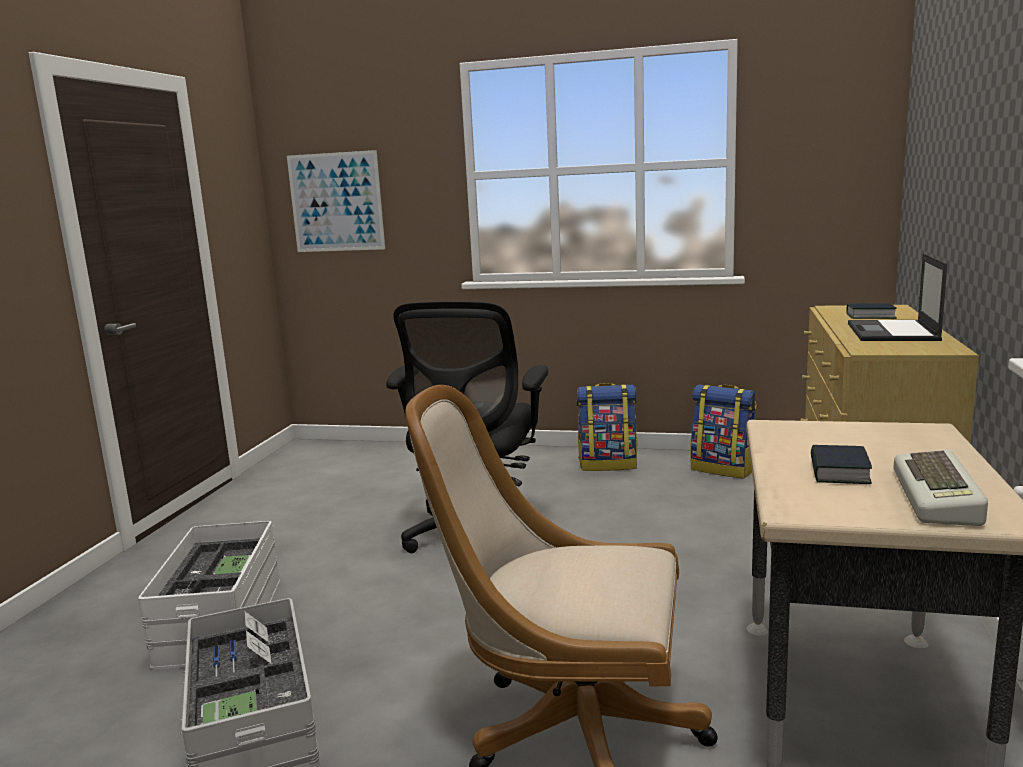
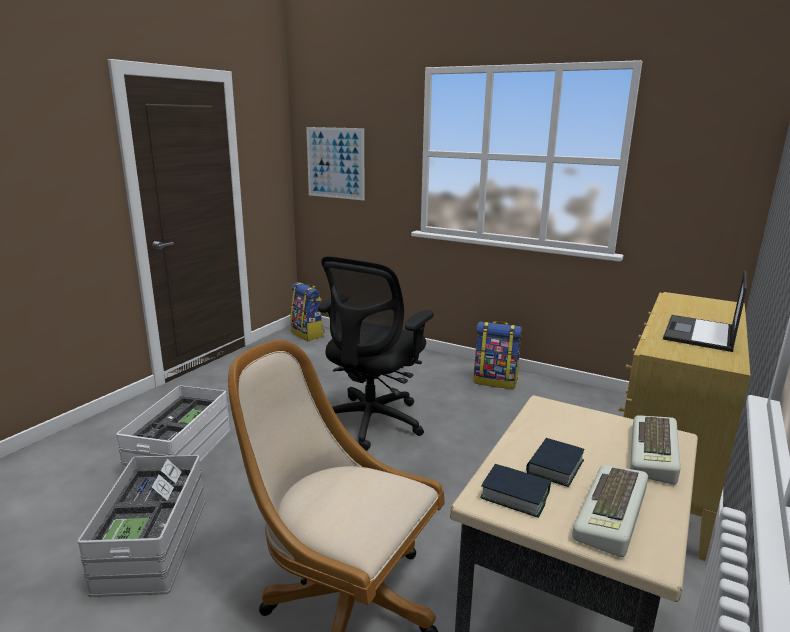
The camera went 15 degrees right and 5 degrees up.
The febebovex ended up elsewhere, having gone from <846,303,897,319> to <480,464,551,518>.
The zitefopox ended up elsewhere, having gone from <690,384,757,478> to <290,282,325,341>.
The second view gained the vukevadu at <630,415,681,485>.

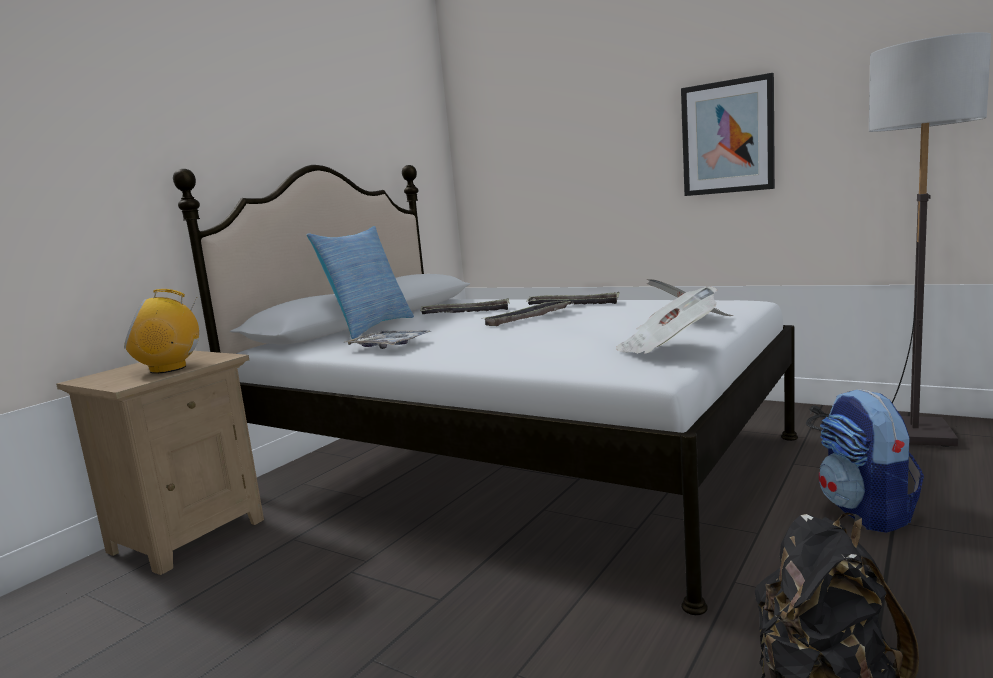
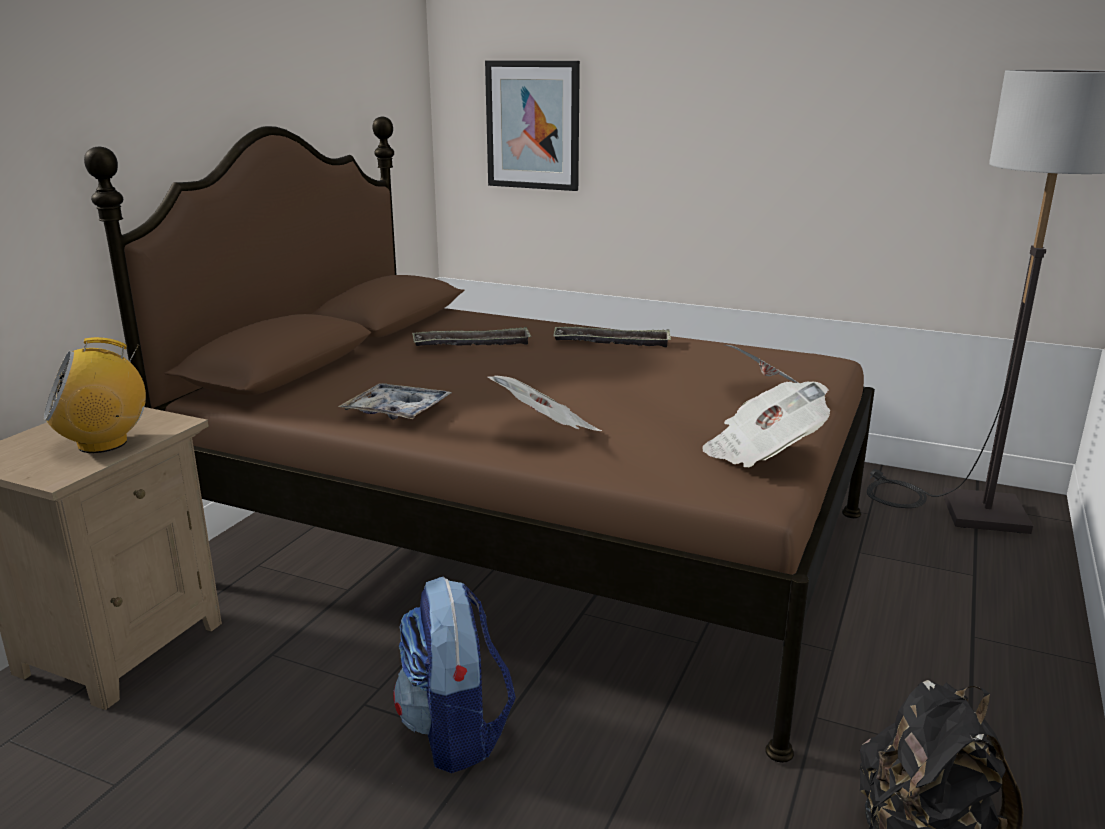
The camera went 10 degrees left and 10 degrees up.
The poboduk ended up elsewhere, having gone from <681,73,775,196> to <485,60,580,191>.
What was the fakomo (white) at <173,165,798,615> turned into the fakomo (brown) at <84,117,875,763>.
The second view lost the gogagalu at <307,226,414,339>.
The second view lost the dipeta at <485,300,573,326>.
The zitefopox ended up elsewhere, having gone from <819,389,924,533> to <393,576,516,773>.
The second view gained the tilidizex at <487,375,602,431>.

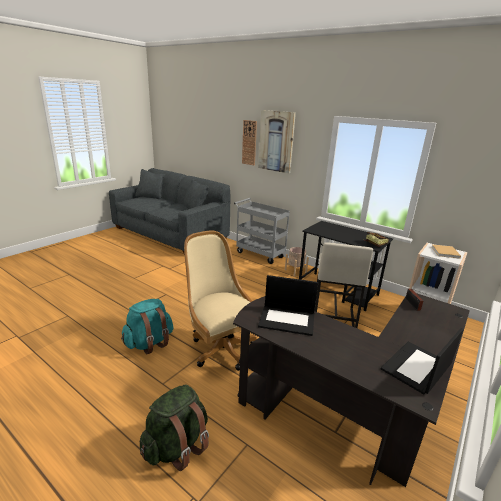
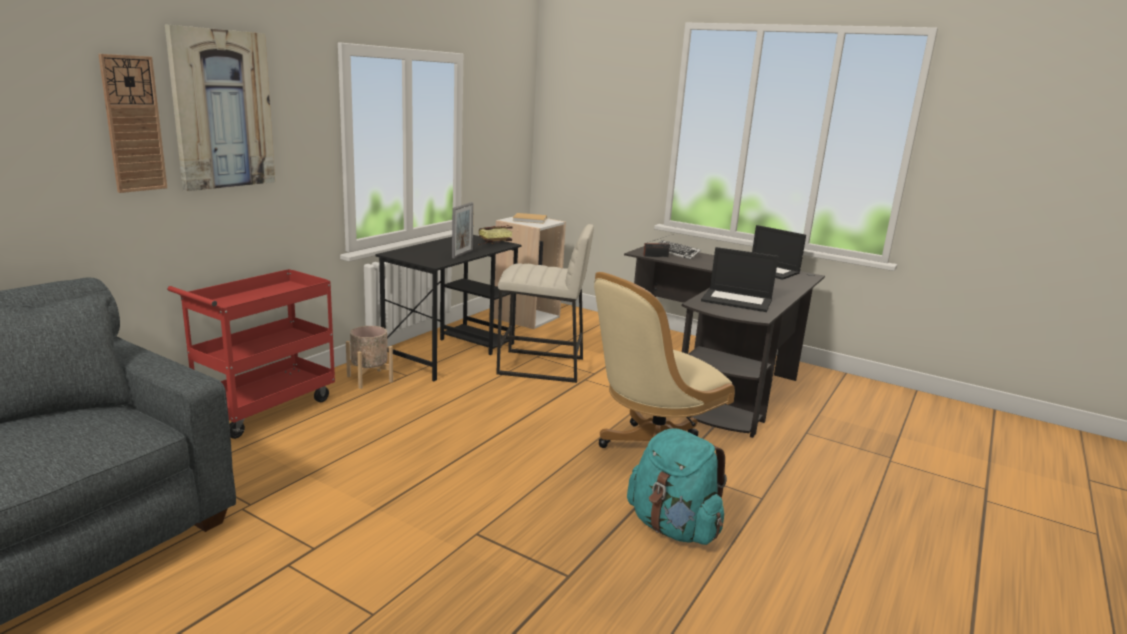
The camera went 95 degrees left and 5 degrees down.
What was the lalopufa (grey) at <234,198,290,264> turned into the lalopufa (red) at <167,269,335,439>.
The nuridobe at <258,275,318,336> ended up facing another way, 105 degrees clockwise from before.
The second view lost the zitefopox (green) at <140,384,209,471>.
The second view gained the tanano at <452,202,474,258>.
The second view gained the vukevadu at <659,240,701,260>.

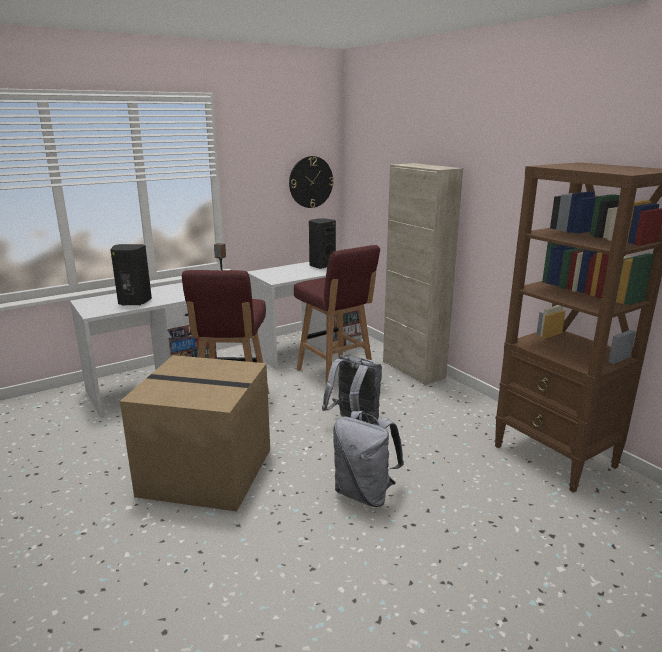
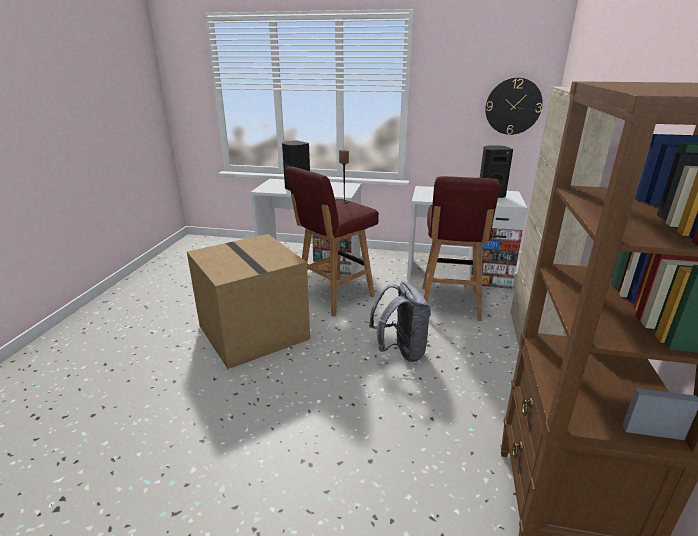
The camera went 45 degrees right and 5 degrees up.
The second view lost the zitefopox (grey) at <333,411,404,507>.

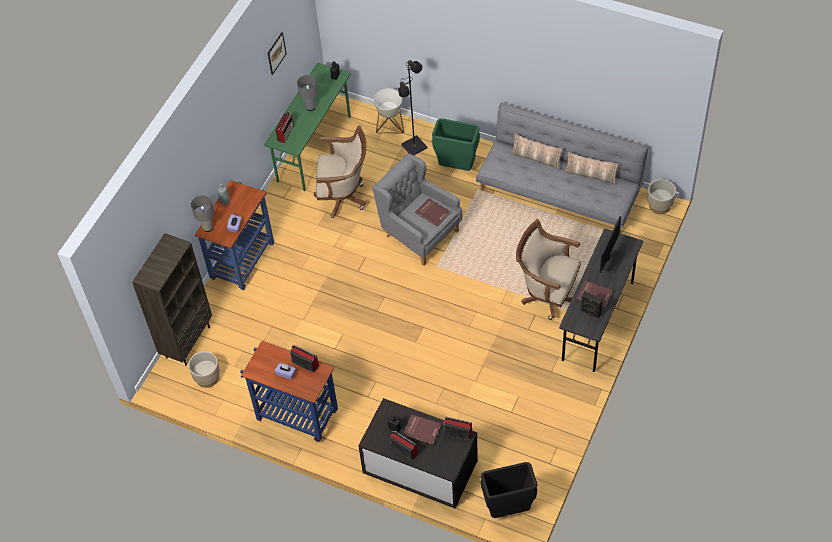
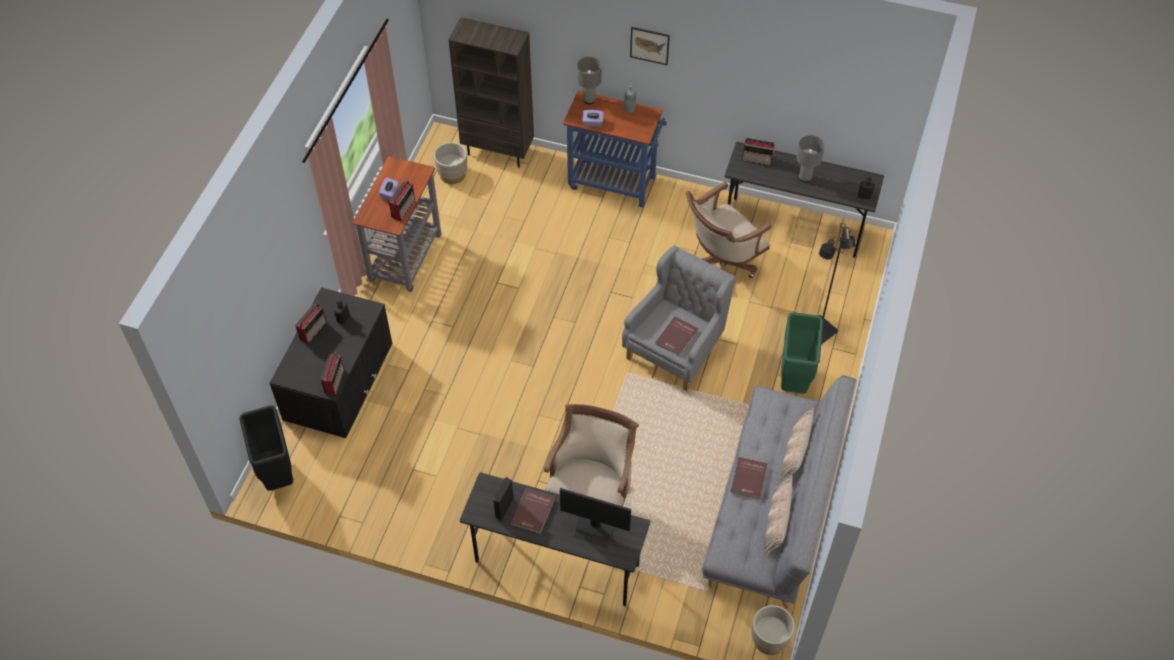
The camera went 80 degrees right and 0 degrees up.
The poboduk ended up elsewhere, having gone from <268,32,287,75> to <630,27,670,65>.
What was the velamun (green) at <264,63,351,191> turned into the velamun (grey) at <725,142,884,258>.
The second view lost the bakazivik at <374,88,404,133>.
The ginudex at <313,125,366,218> ended up facing another way, 60 degrees clockwise from before.
What was the lalopufa (blue) at <240,341,338,442> turned into the lalopufa (grey) at <352,156,441,292>.
The febebovex (red) ended up elsewhere, having gone from <403,415,441,445> to <730,457,767,499>.

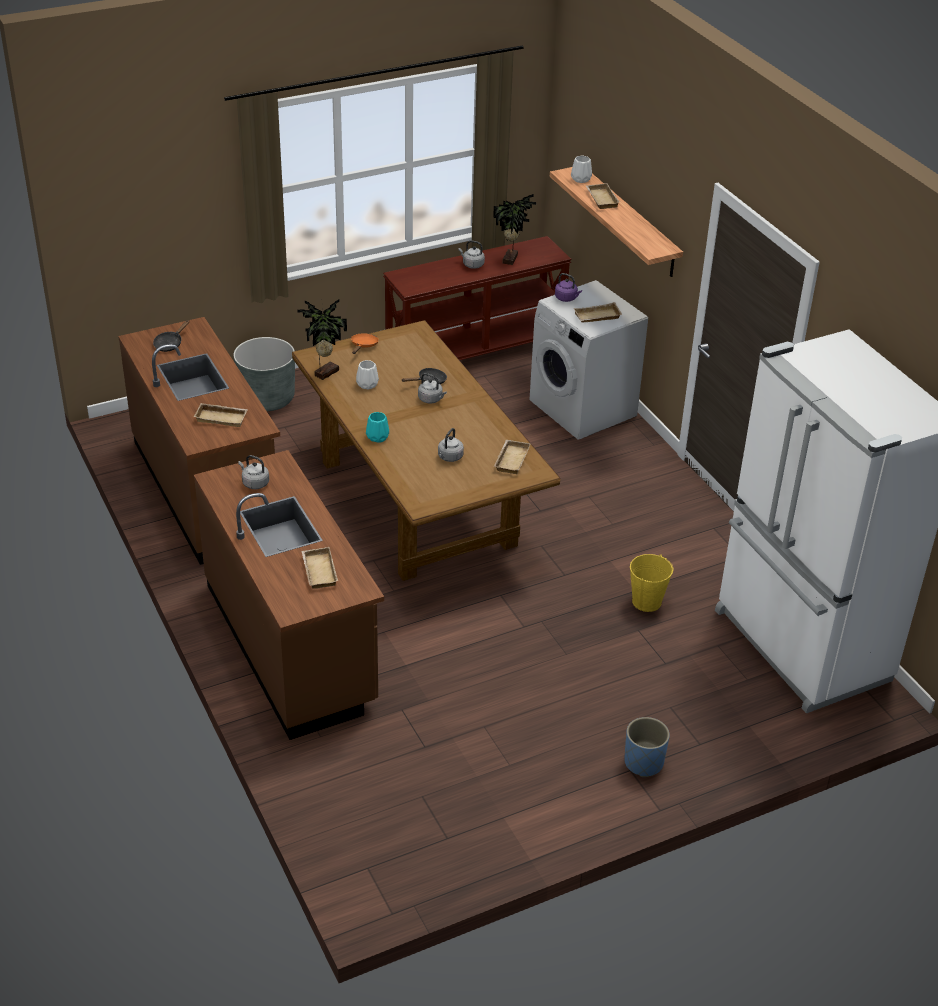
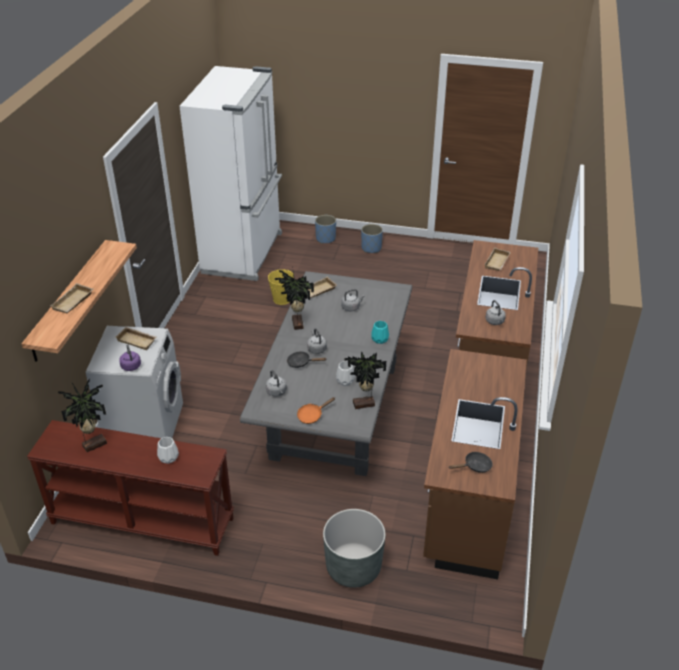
The camera went 140 degrees left and 0 degrees up.
The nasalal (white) ended up elsewhere, having gone from <571,156,592,183> to <157,437,179,464>.
The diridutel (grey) ended up elsewhere, having gone from <459,240,485,269> to <266,370,287,396>.
What was the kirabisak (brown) at <292,320,560,581> turned into the kirabisak (grey) at <240,271,412,476>.
The second view lost the dipeta (beige) at <194,403,248,427>.
The second view gained the bakazivik (blue) at <315,215,336,244>.
The second view gained the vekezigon at <275,267,314,330>.

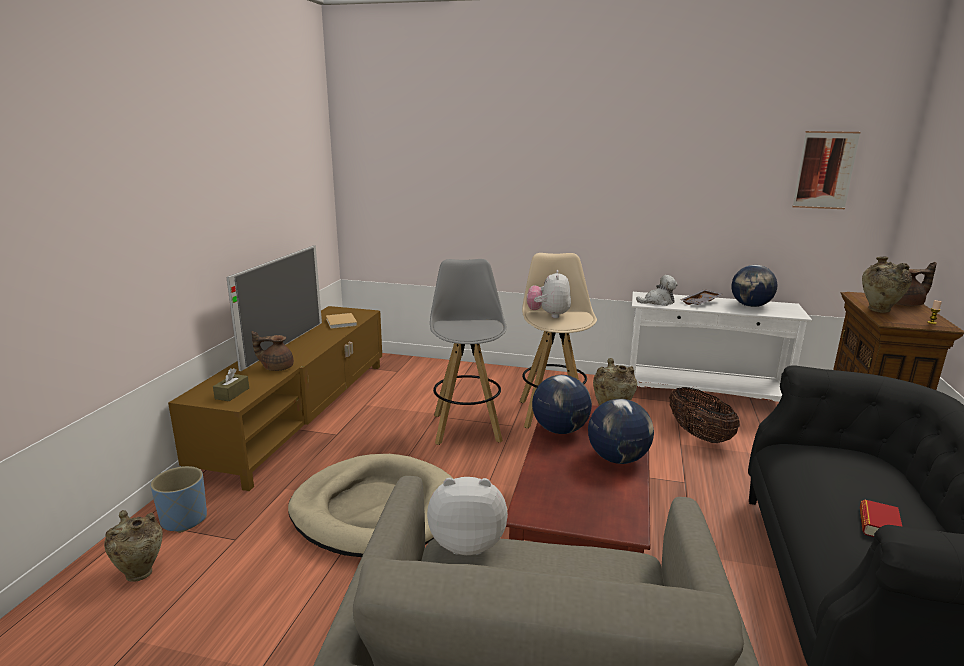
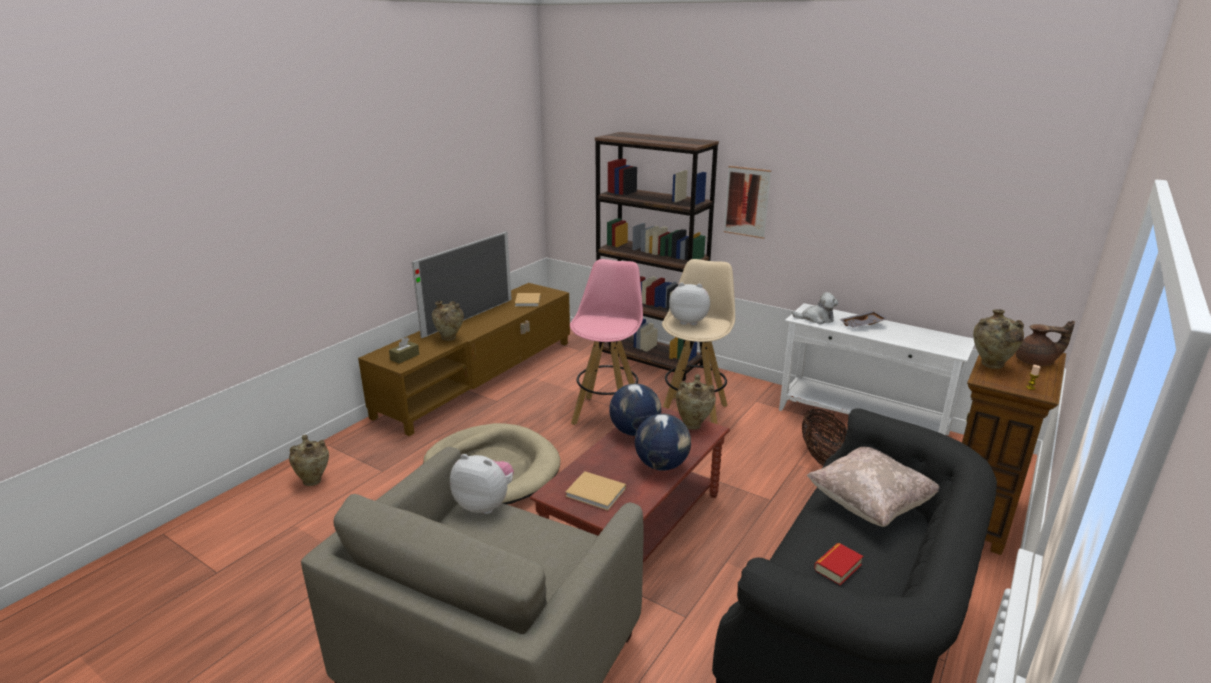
The camera went 20 degrees right and 5 degrees up.
The poboduk ended up elsewhere, having gone from <792,131,861,209> to <724,166,771,239>.
What was the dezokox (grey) at <430,259,507,445> turned into the dezokox (pink) at <570,259,643,425>.
The second view lost the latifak at <732,265,777,307>.
The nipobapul at <527,270,571,318> ended up facing another way, 75 degrees clockwise from before.
Where the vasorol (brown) stood at <252,331,294,371>, the nasalal (beige) came to stand at <432,301,464,341>.
The second view lost the bakazivik (blue) at <150,466,207,533>.
The second view gained the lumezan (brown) at <595,132,719,381>.
The second view gained the gogagalu (beige) at <807,447,939,527>.
The second view gained the febebovex (beige) at <565,471,626,511>.

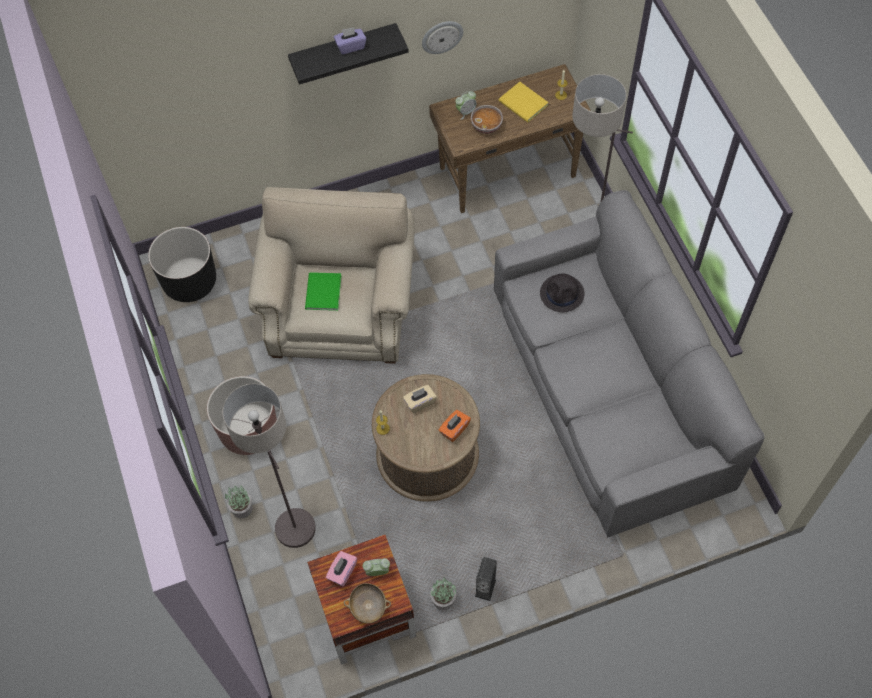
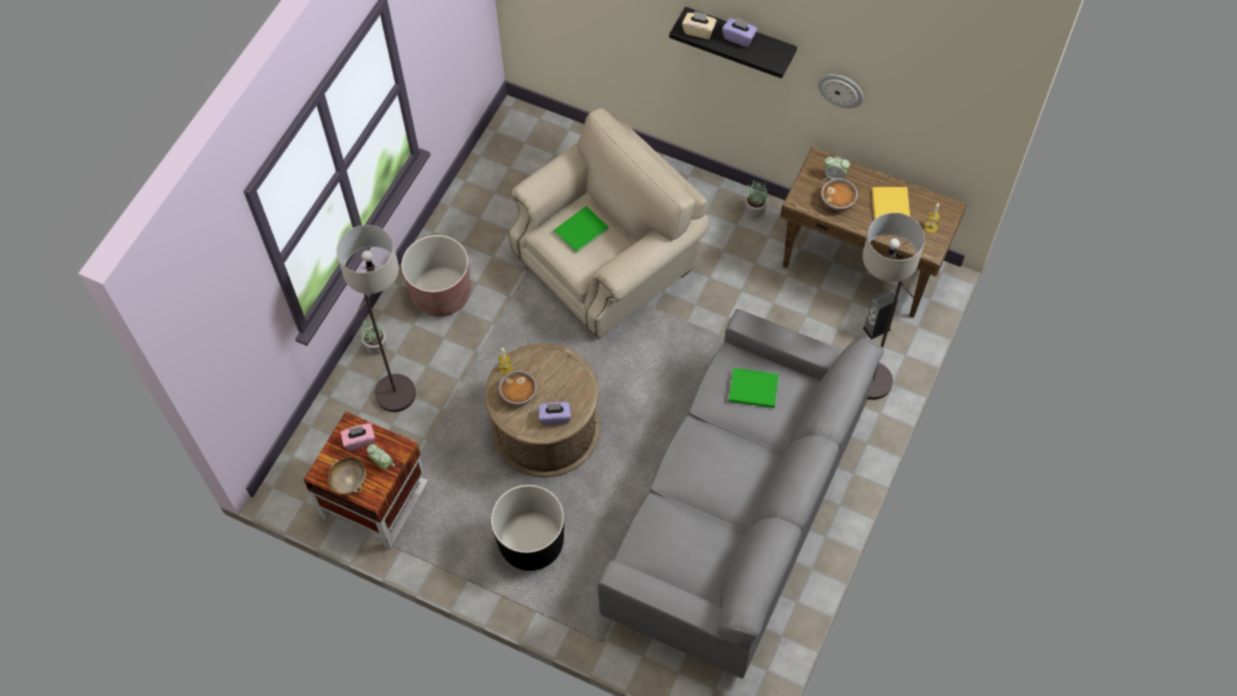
The camera went 45 degrees right and 0 degrees up.
The bakazivik (black) ended up elsewhere, having gone from <148,227,216,302> to <491,485,564,571>.
Where the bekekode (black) stood at <540,274,584,312>, the febebovex (green) came to stand at <729,368,779,408>.
The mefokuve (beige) ended up elsewhere, having gone from <403,385,437,413> to <682,11,717,39>.
What was the mefokuve (orange) at <439,410,471,442> turned into the mefokuve (purple) at <539,402,571,425>.
The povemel ended up elsewhere, having gone from <475,557,497,601> to <863,290,898,340>.
The vekezigon ended up elsewhere, having gone from <430,578,456,610> to <745,179,769,218>.
The second view gained the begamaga at <499,371,537,406>.

